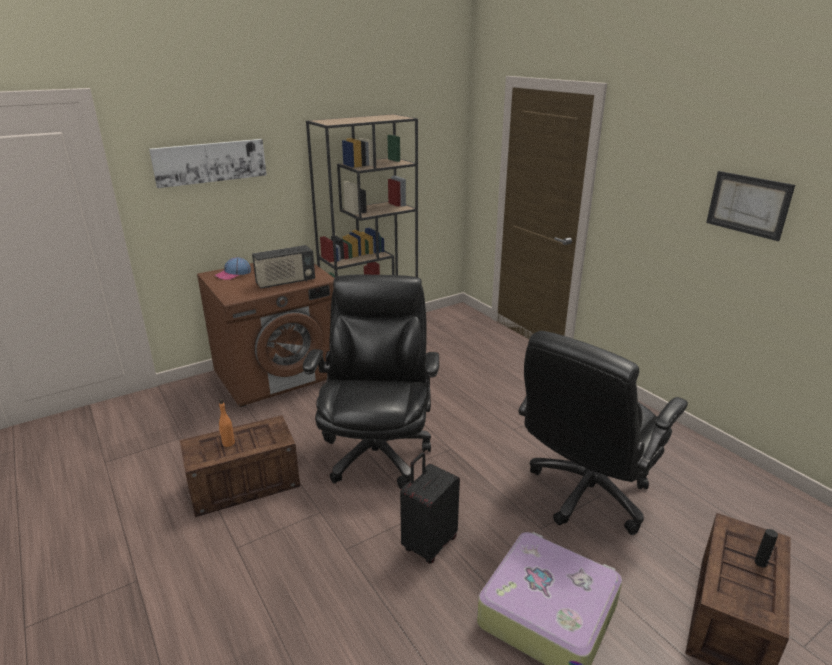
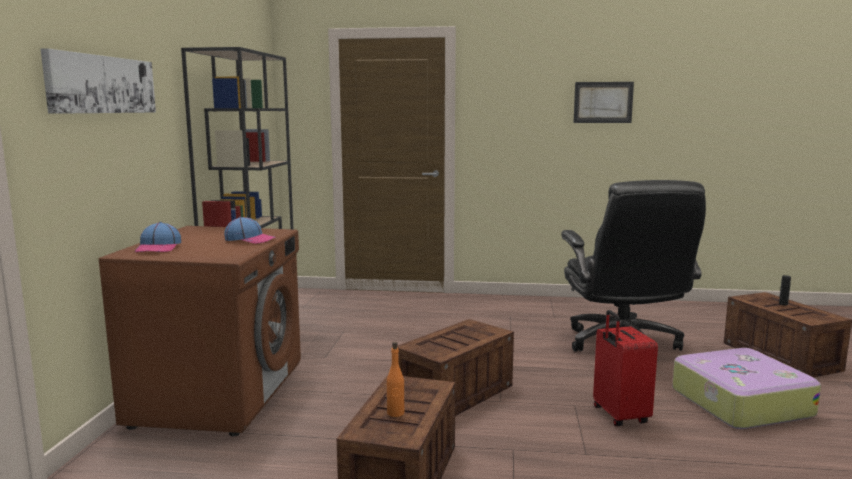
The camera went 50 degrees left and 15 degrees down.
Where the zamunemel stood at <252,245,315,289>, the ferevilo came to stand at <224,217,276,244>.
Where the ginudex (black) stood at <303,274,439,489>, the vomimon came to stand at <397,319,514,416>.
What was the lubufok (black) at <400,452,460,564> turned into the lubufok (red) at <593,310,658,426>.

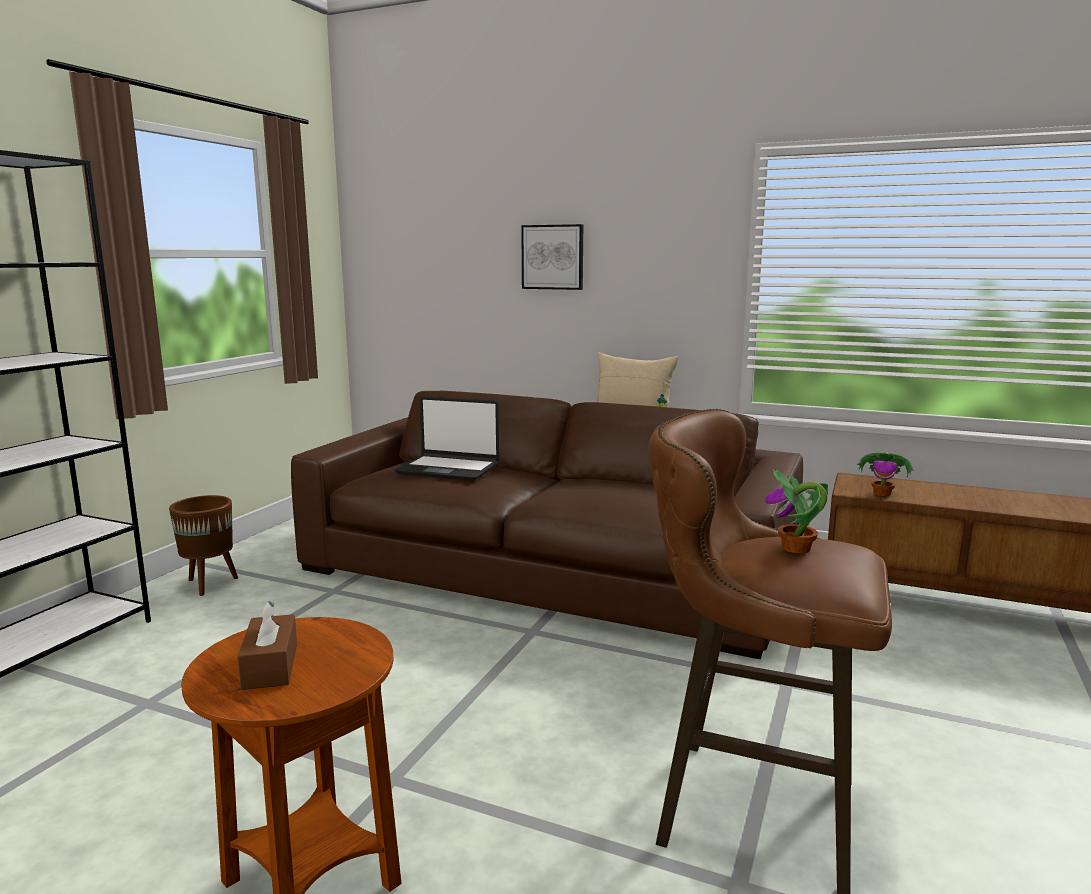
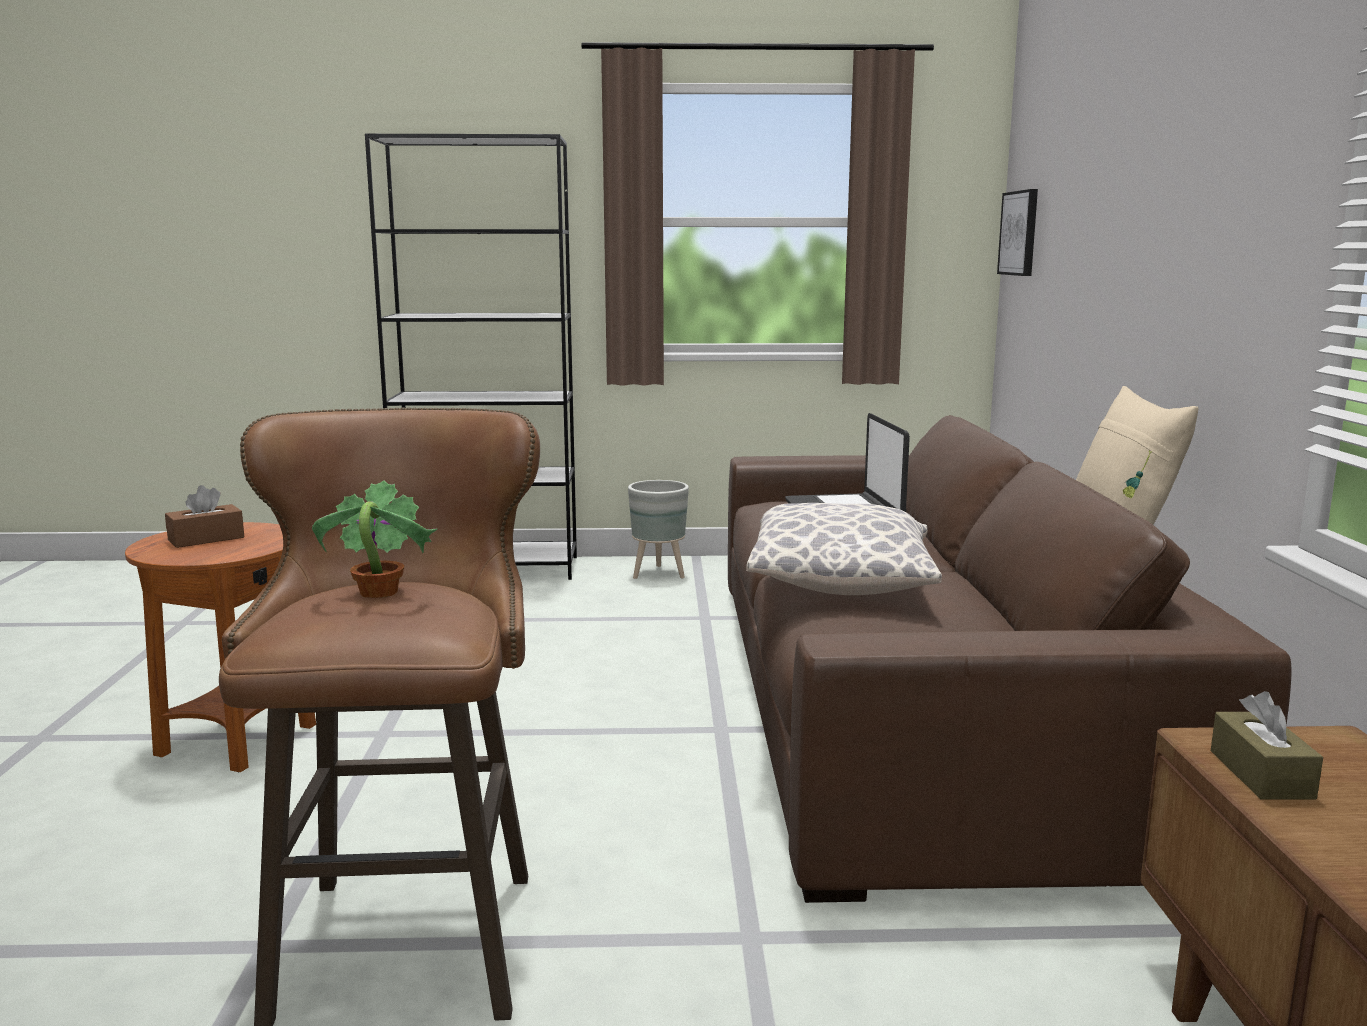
The camera went 65 degrees right and 0 degrees up.
The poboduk ended up elsewhere, having gone from <521,224,583,290> to <997,189,1038,276>.
Where the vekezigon stood at <856,452,914,496>, the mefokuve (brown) came to stand at <1211,691,1323,800>.
What was the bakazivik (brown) at <169,495,238,596> turned into the bakazivik (grey) at <628,480,689,579>.
The second view gained the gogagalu at <746,503,942,595>.

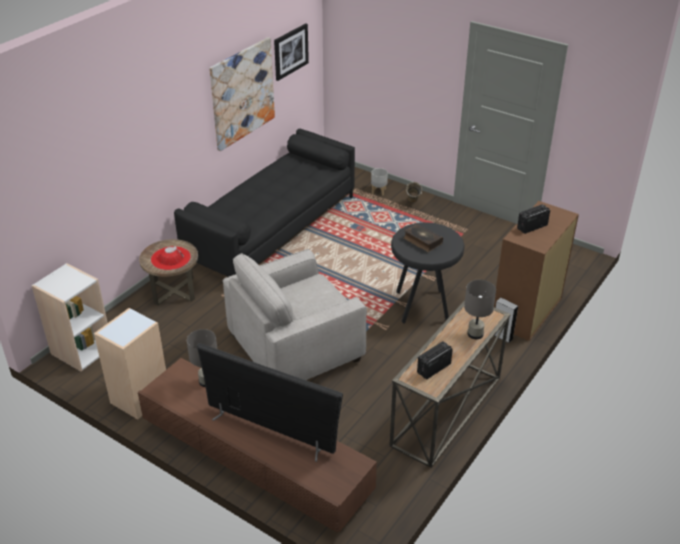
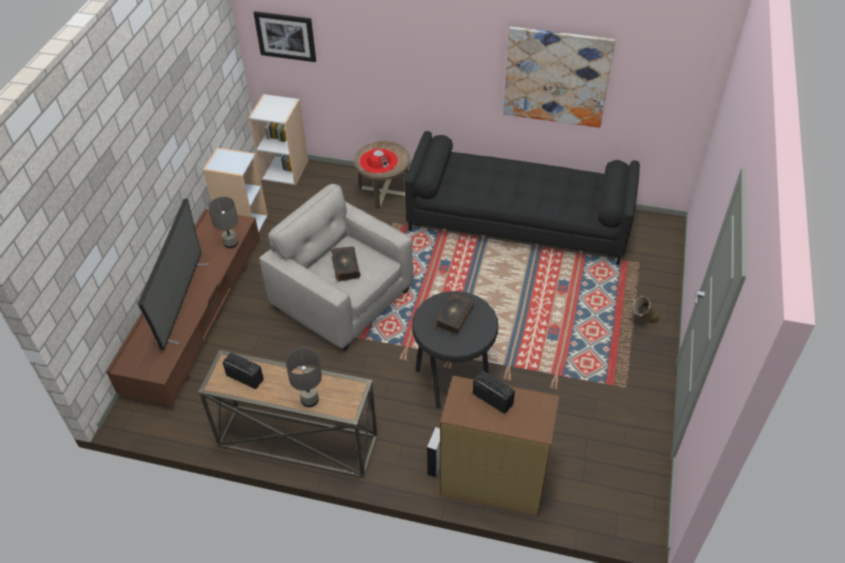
The camera went 70 degrees right and 10 degrees up.
The poboduk ended up elsewhere, having gone from <274,23,309,81> to <254,11,316,62>.
The second view lost the bakazivik (grey) at <371,168,388,195>.
The second view gained the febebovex at <331,246,360,282>.

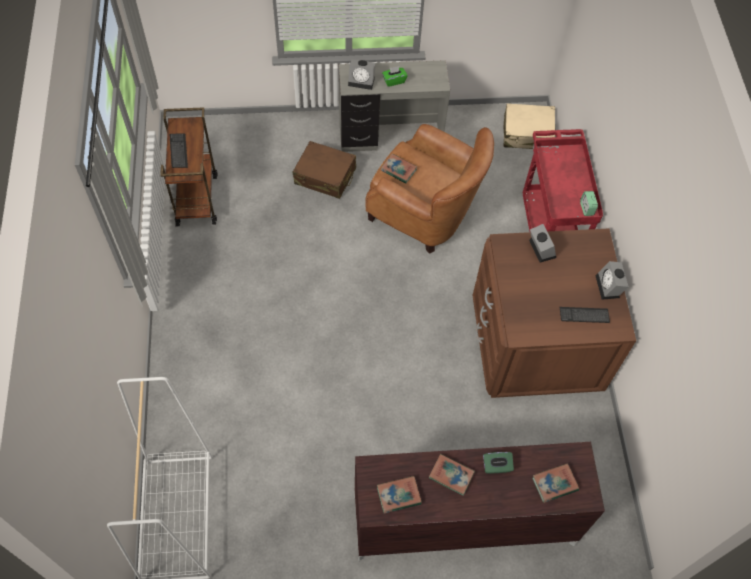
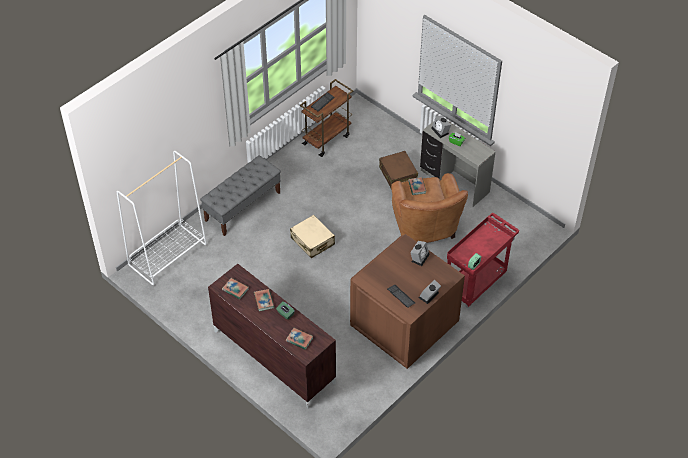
The camera went 50 degrees right and 10 degrees down.
The lubufok (beige) ended up elsewhere, having gone from <503,103,556,149> to <290,215,335,258>.
The second view gained the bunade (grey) at <200,155,281,236>.

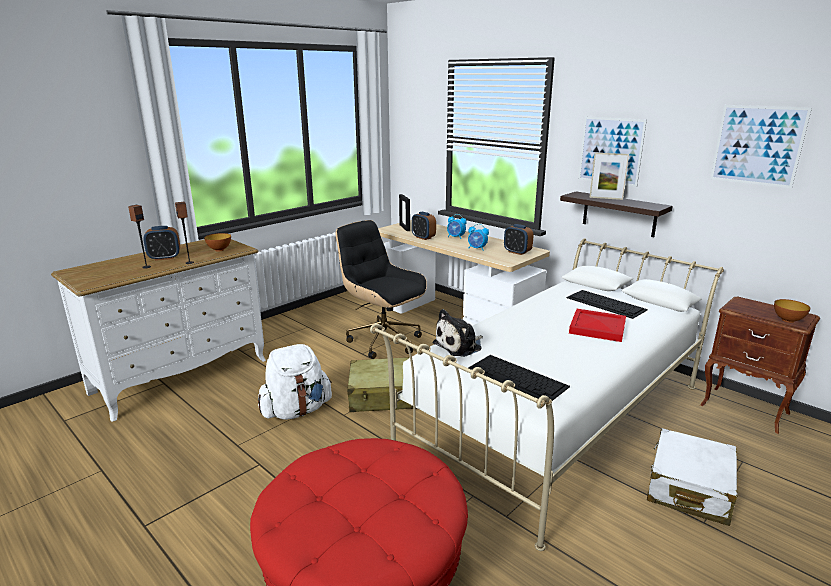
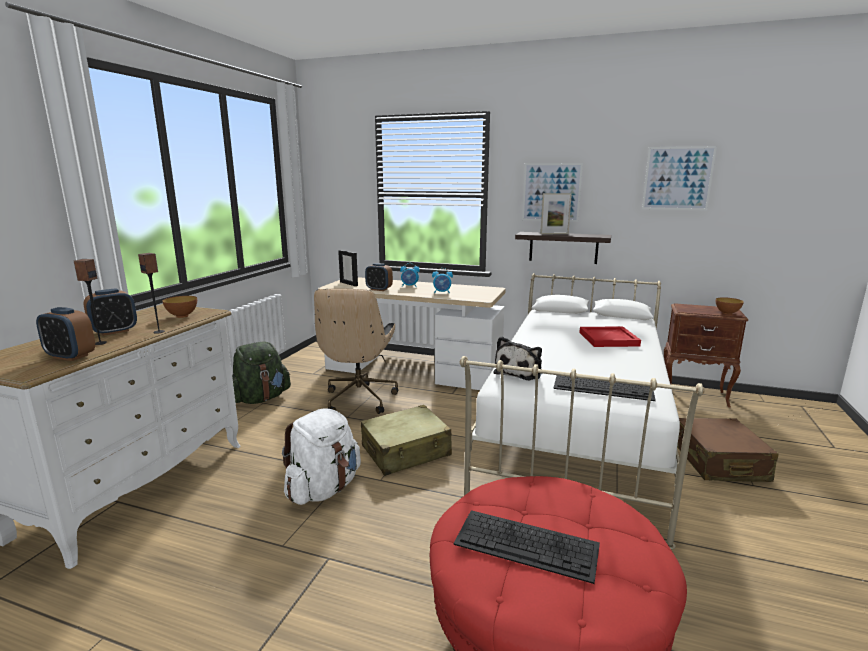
The camera went 25 degrees left and 5 degrees down.
The ginudex (black) at <336,220,427,359> ended up facing another way, 105 degrees counterclockwise from before.
The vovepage ended up elsewhere, having gone from <504,224,534,255> to <36,307,95,361>.
The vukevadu ended up elsewhere, having gone from <566,290,648,319> to <453,510,600,584>.
What was the lubufok (white) at <647,428,738,526> turned into the lubufok (brown) at <677,418,779,482>.
The second view gained the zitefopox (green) at <232,342,291,404>.

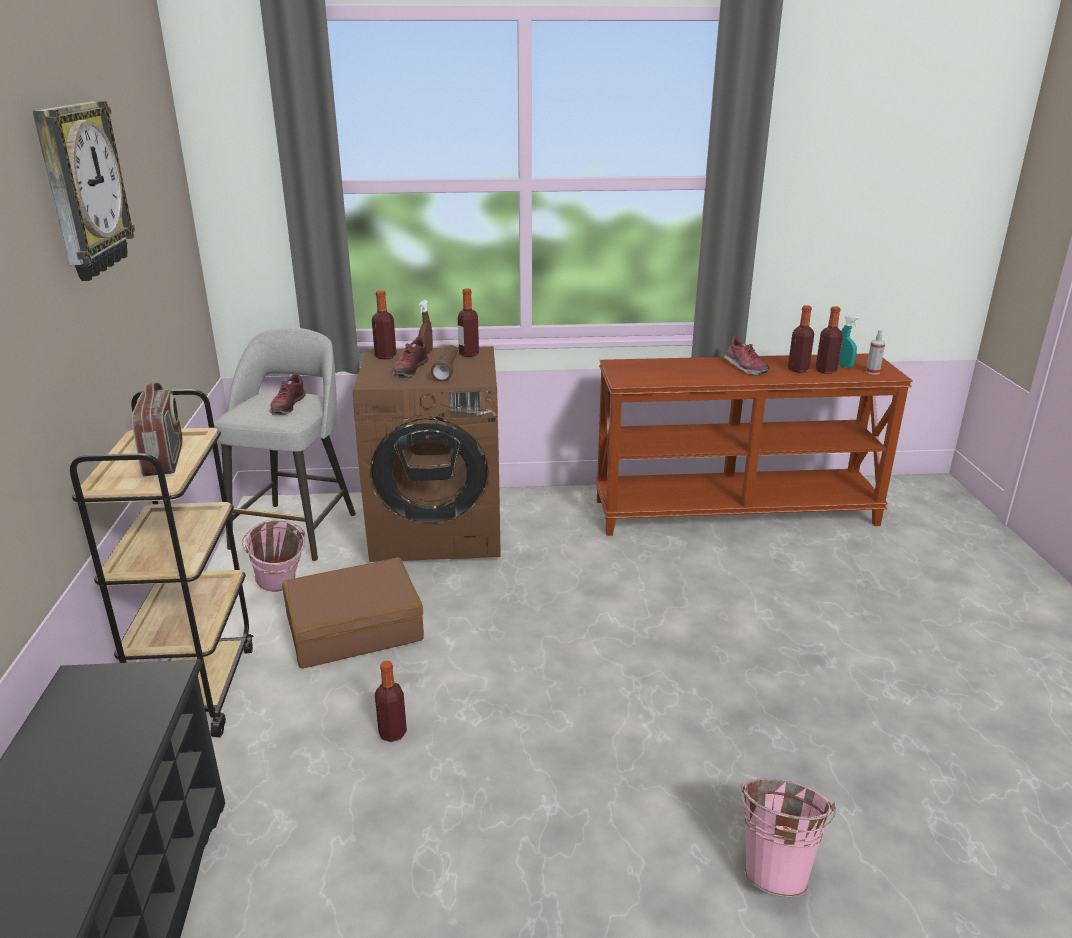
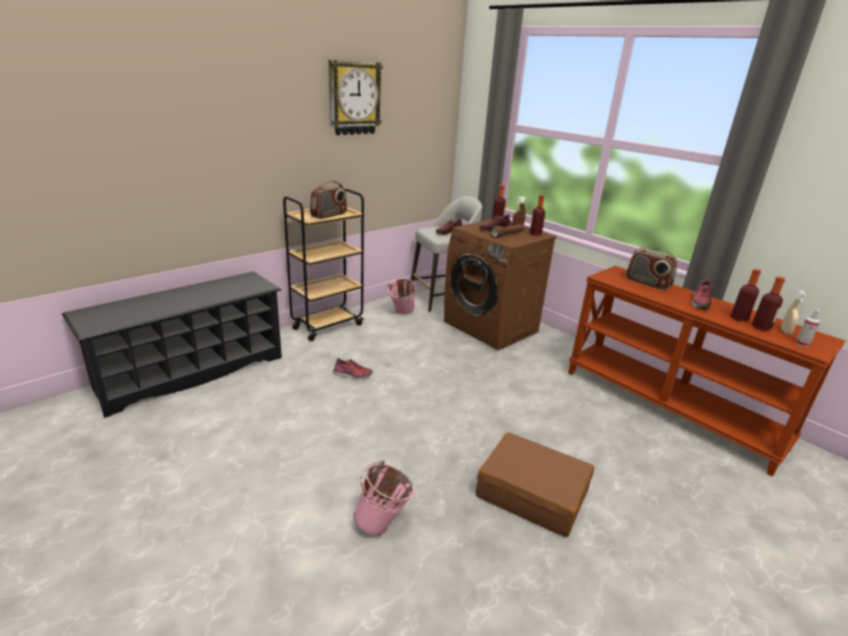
The camera went 50 degrees right and 0 degrees up.
What was the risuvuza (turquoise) at <838,314,860,368> turned into the risuvuza (beige) at <781,290,806,335>.
The lubufok (brown) ended up elsewhere, having gone from <282,557,424,668> to <476,432,594,537>.
Where the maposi stood at <375,661,407,742>, the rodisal came to stand at <333,358,372,380>.
The second view gained the zamunemel at <626,248,677,290>.

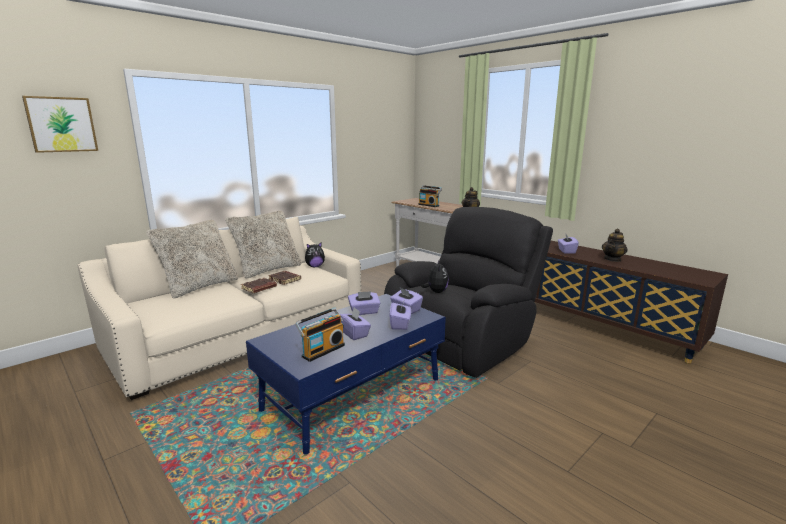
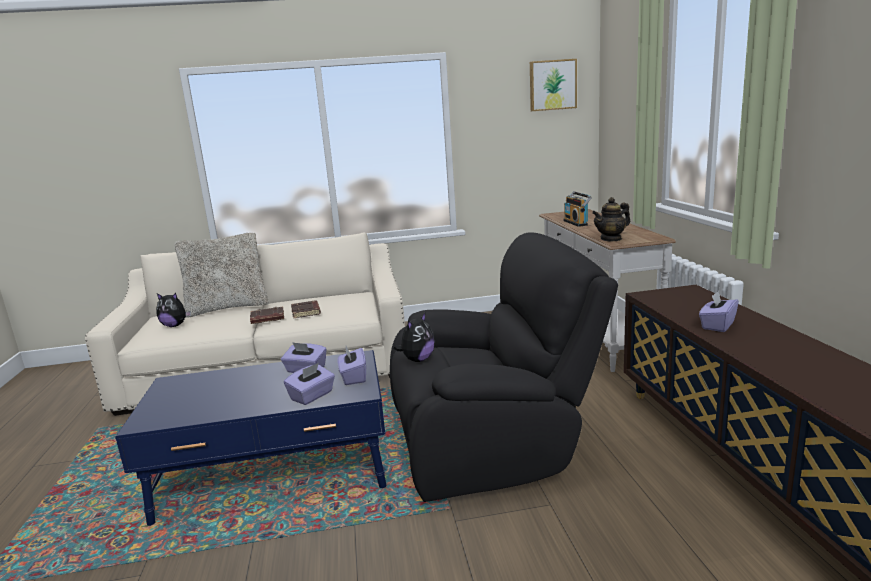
The camera went 35 degrees right and 0 degrees up.
The poboduk ended up elsewhere, having gone from <22,96,98,153> to <530,59,577,111>.
The second view lost the gogagalu (beige) at <225,211,301,279>.
The second view lost the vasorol at <602,229,628,262>.
The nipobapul ended up elsewhere, having gone from <305,242,325,267> to <156,293,191,327>.
The second view lost the mefokuve (purple) at <340,307,371,340>.
The second view lost the zamunemel at <295,308,345,362>.

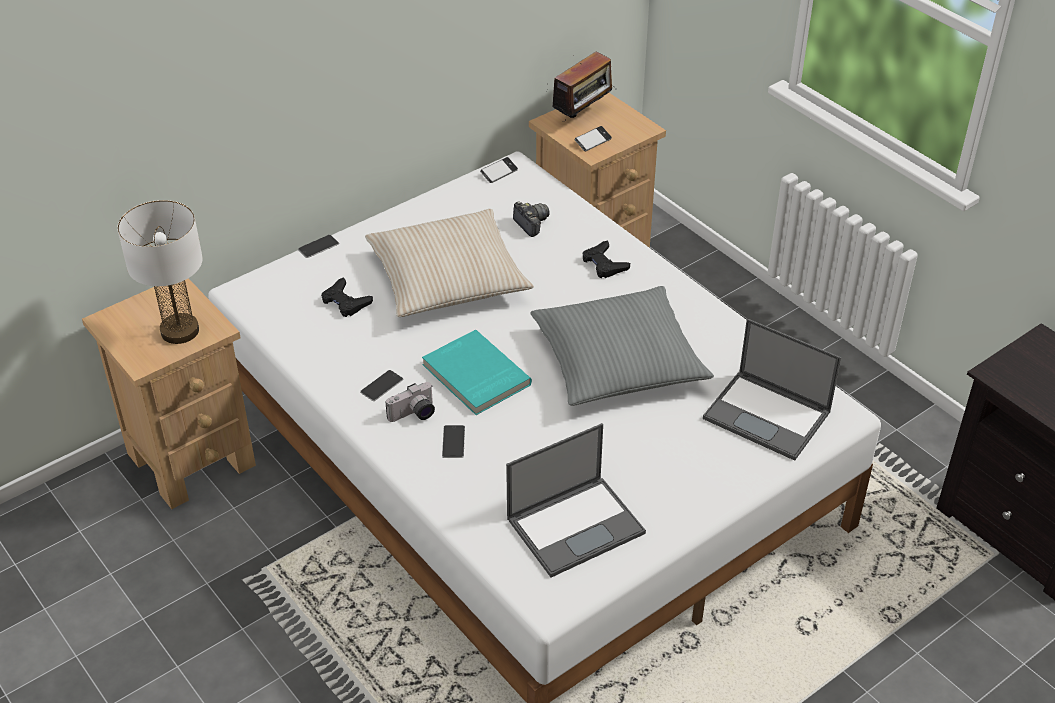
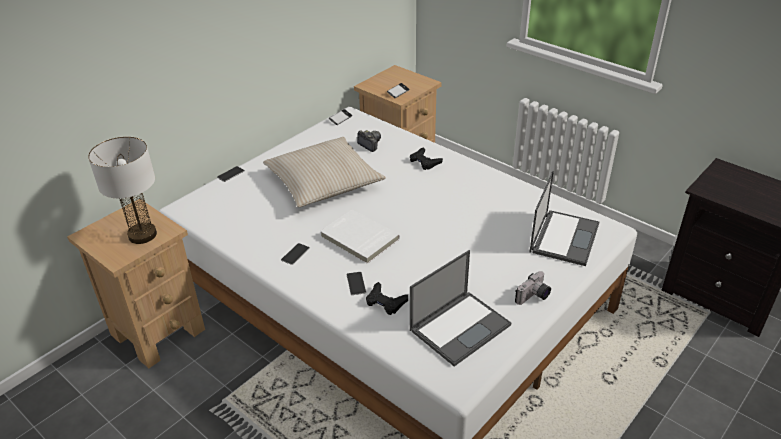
The camera went 10 degrees left and 5 degrees down.
The second view lost the zamunemel at <553,52,617,122>.
The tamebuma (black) ended up elsewhere, having gone from <321,277,373,317> to <366,282,408,315>.
The second view lost the gogagalu (grey) at <530,286,714,406>.
The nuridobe at <703,318,841,461> ended up facing another way, 90 degrees counterclockwise from before.
What was the febebovex (turquoise) at <422,330,532,415> turned into the febebovex (white) at <320,210,400,264>.
The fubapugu ended up elsewhere, having gone from <386,382,435,422> to <515,271,551,305>.

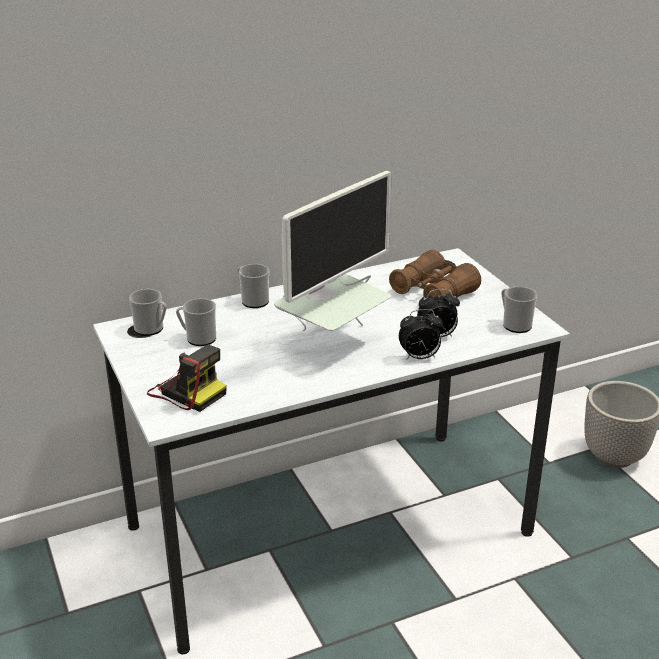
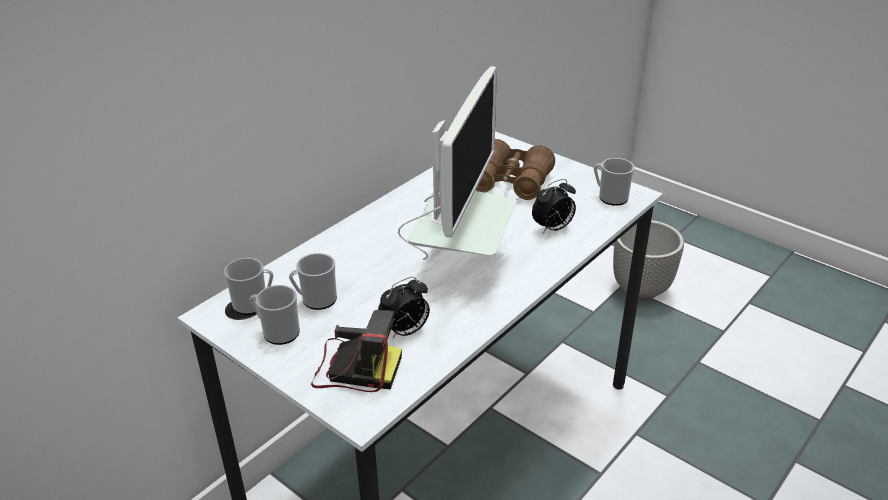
The camera went 25 degrees left and 5 degrees up.
The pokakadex ended up elsewhere, having gone from <238,264,269,308> to <250,285,300,345>.
The vovepage ended up elsewhere, having gone from <399,309,443,360> to <378,277,430,339>.

